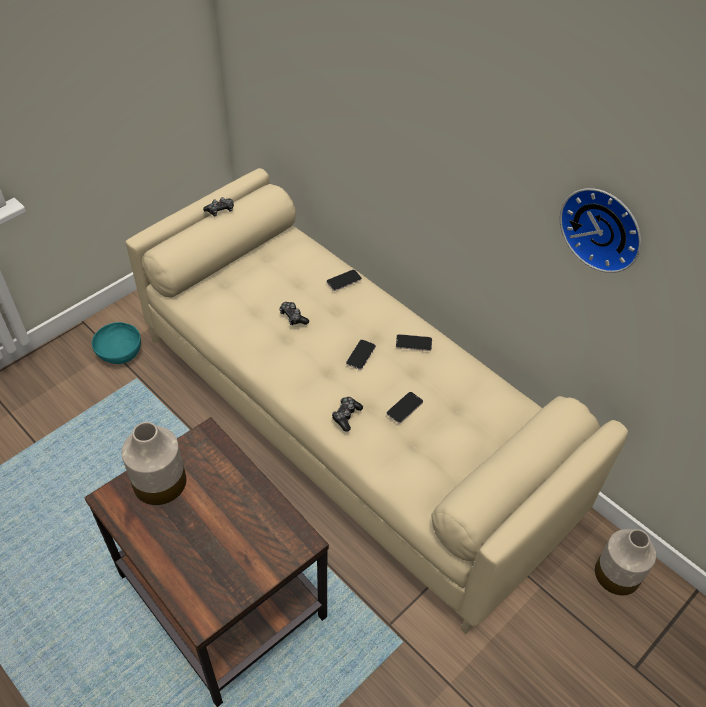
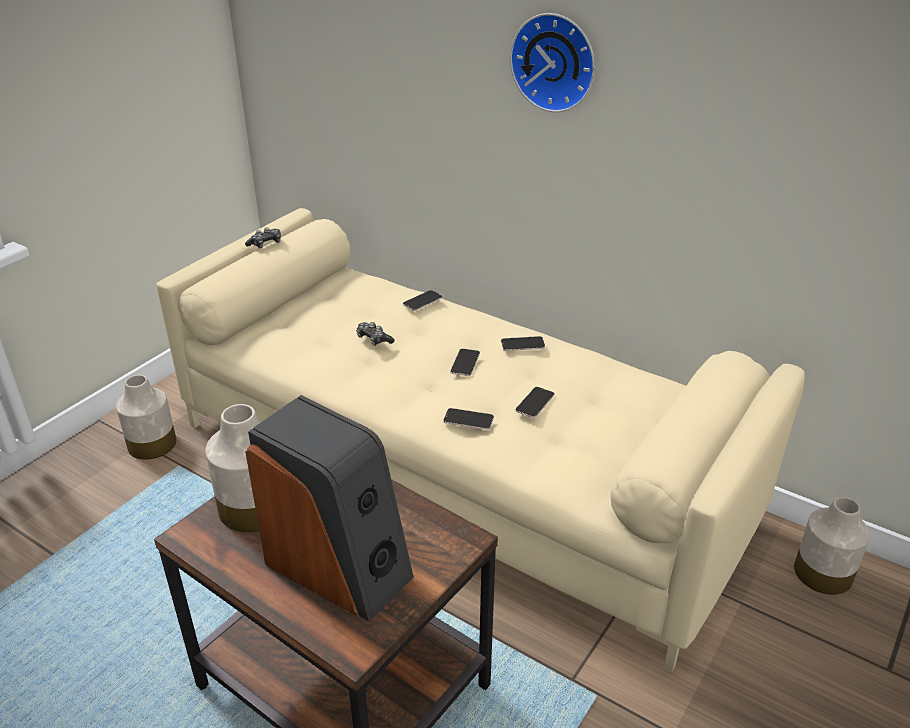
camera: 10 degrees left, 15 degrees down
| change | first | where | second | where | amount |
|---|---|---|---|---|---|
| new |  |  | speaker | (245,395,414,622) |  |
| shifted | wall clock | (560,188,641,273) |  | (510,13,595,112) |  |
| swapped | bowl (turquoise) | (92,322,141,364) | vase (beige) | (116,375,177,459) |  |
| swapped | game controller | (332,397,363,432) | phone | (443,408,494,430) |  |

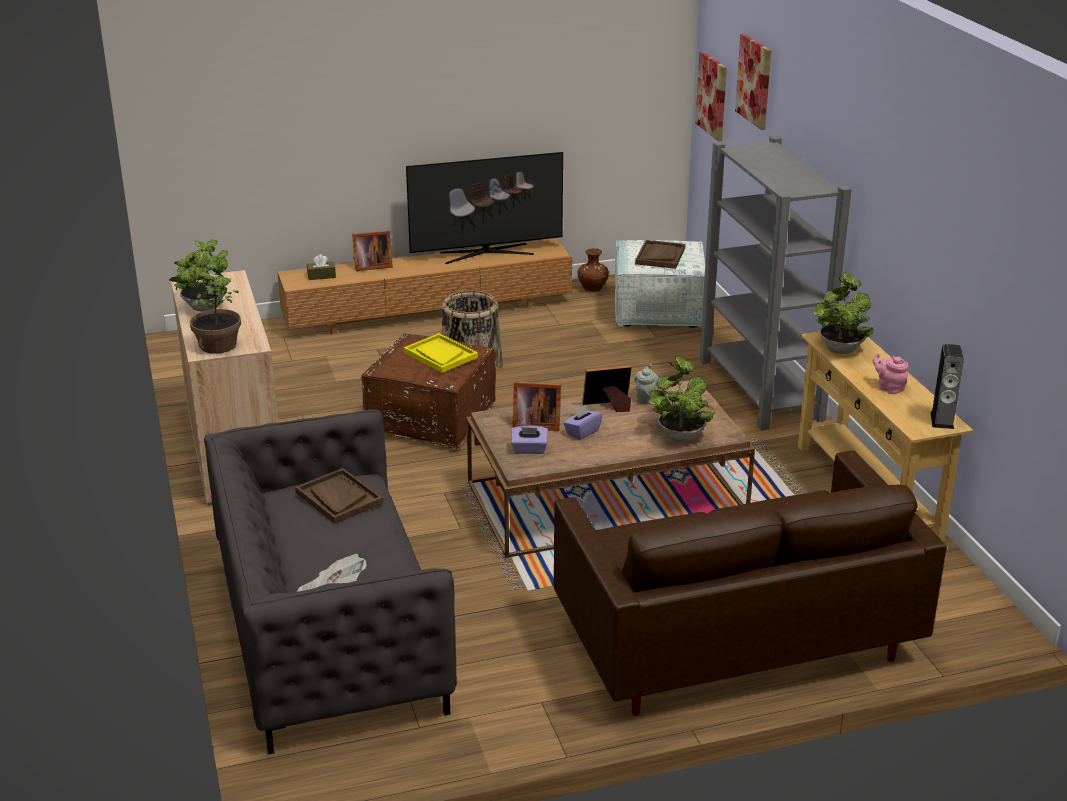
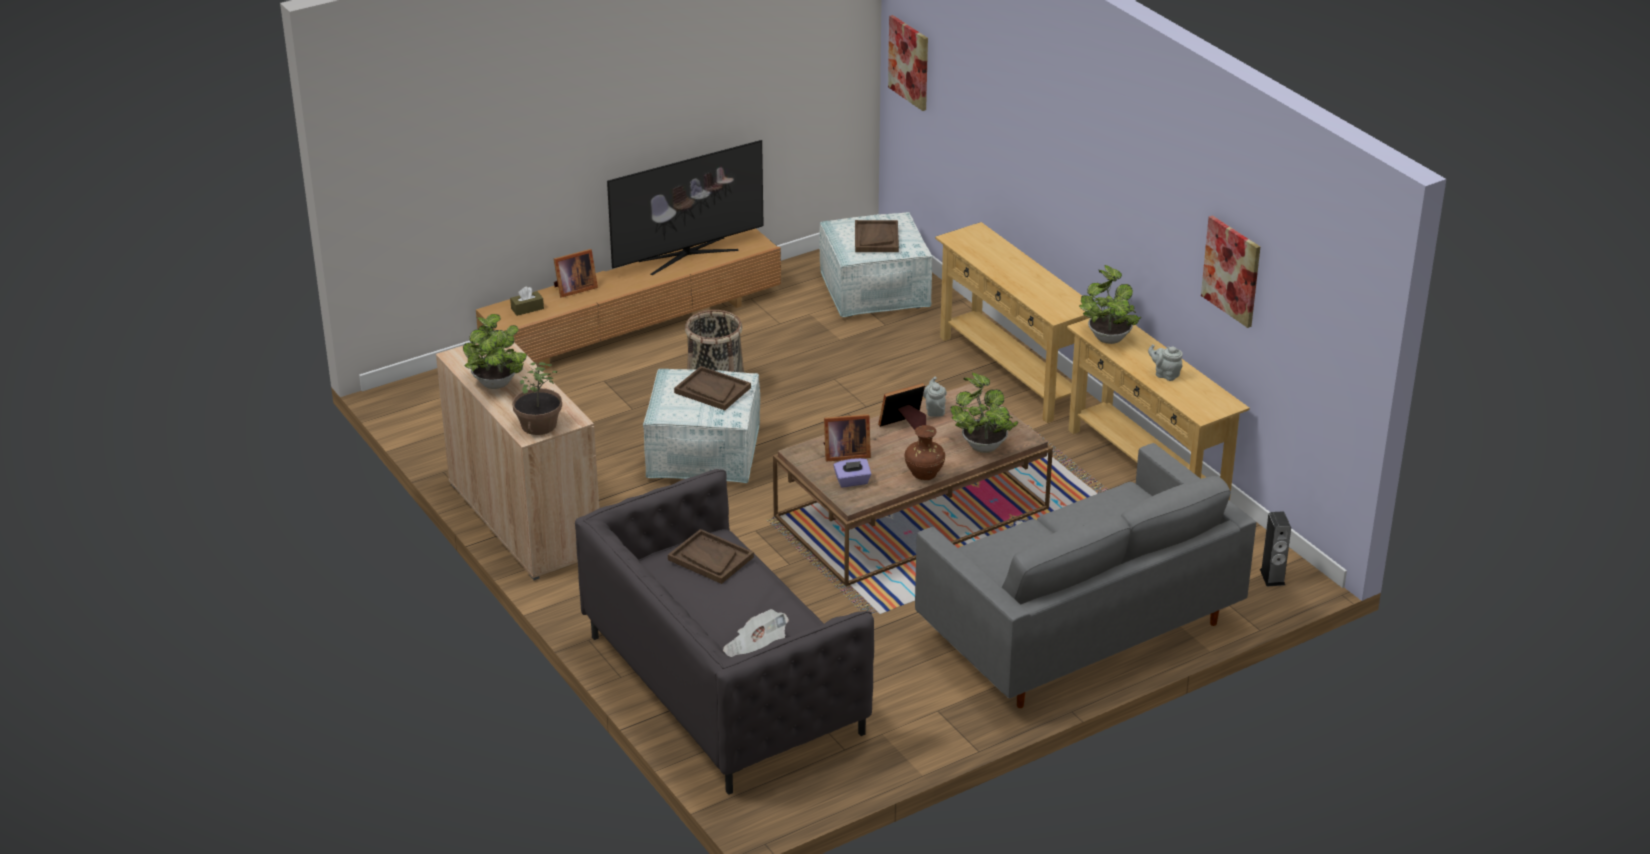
camera: 15 degrees left, 5 degrees up
| change | first | where | second | where | amount |
|---|---|---|---|---|---|
| gone | tissue box (purple) | (563,405,603,440) |  |  |  |
| shifted | vase (brown) | (578,248,609,292) |  | (905,425,945,480) |  |
| shifted | picture | (735,34,771,130) |  | (1201,216,1260,328) |  |
| shifted | speaker | (930,344,964,429) |  | (1260,511,1291,586) |  |
| swapped | bookcase (grey) | (699,135,852,431) | console table (beige) | (935,222,1089,423) |  |
| repainted | ottoman (brown) | (361,333,496,449) | ottoman (white) | (643,369,760,483) |  |
| repainted | tray (yellow) | (403,333,478,373) | tray (brown) | (674,366,751,410) |  |
| repainted | sofa (brown) | (554,450,947,716) | sofa (grey) | (915,443,1256,708) |  |
| repainted | teapot (pink) | (873,353,909,394) | teapot (grey) | (1148,344,1183,381) |  |

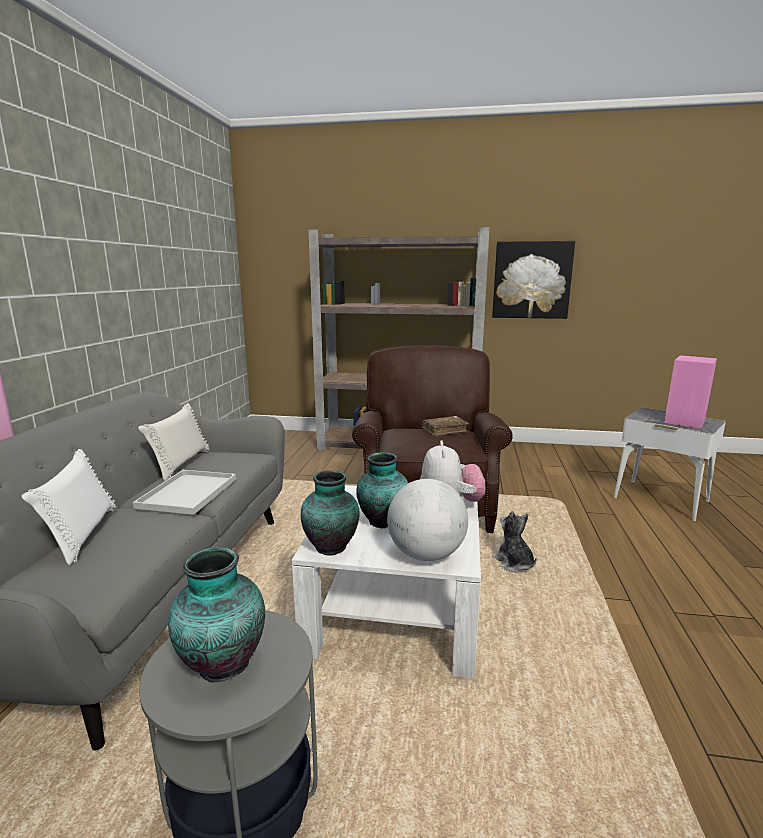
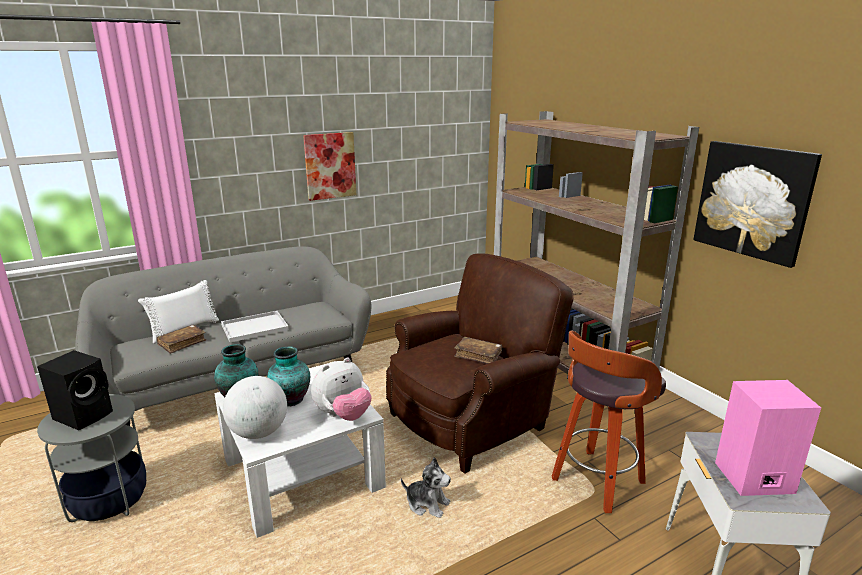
camera: 50 degrees right, 5 degrees up
| change | first | where | second | where | amount |
|---|---|---|---|---|---|
| gone | pillow (white) | (138,403,209,481) |  |  |  |
| new |  |  | book (brown) | (156,325,206,354) |  |
| new |  |  | picture | (303,132,356,201) |  |
| new |  |  | stool | (552,331,666,513) |  |
| swapped | vase | (168,547,265,682) | speaker (black) | (37,350,113,430) |  |
| rotated | plush toy | (492,511,537,573) |  | (401,457,451,518) | 90 degrees clockwise |

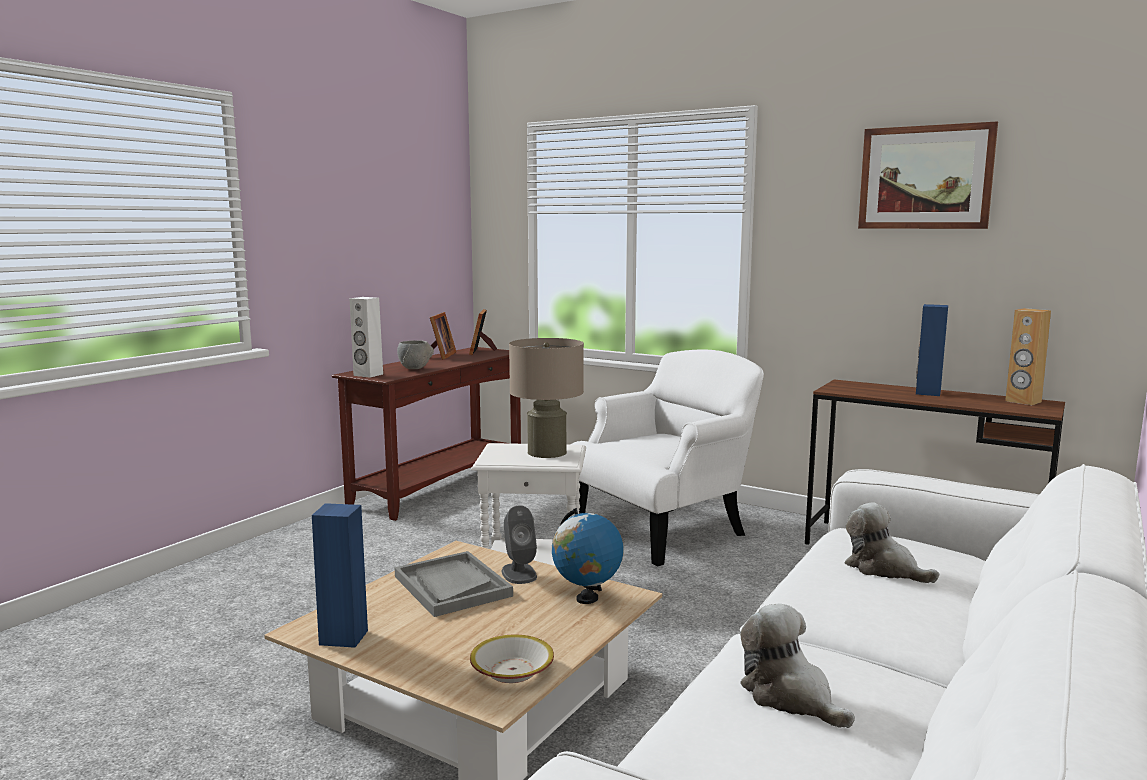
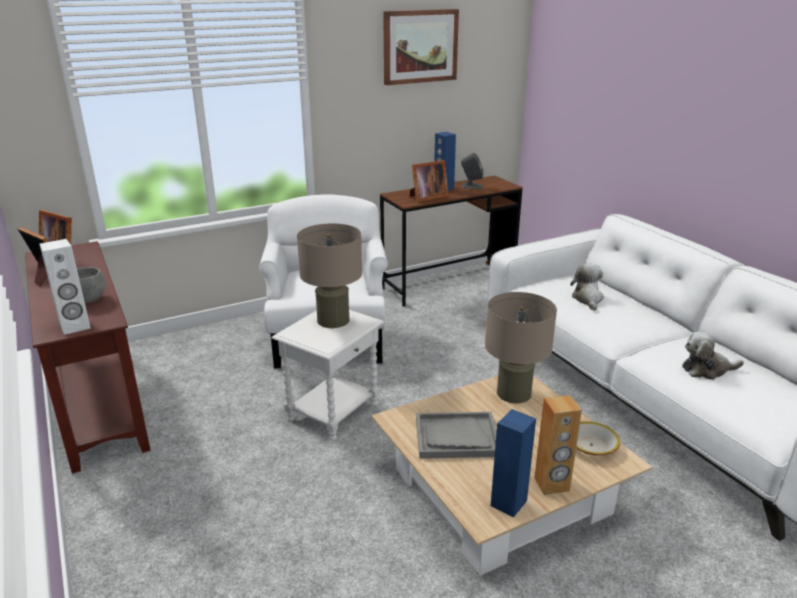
camera: 60 degrees left, 15 degrees up
| change | first | where | second | where | amount |
|---|---|---|---|---|---|
| new |  |  | picture frame | (410,160,449,202) |  |
| shifted | speaker (grey) | (501,505,537,584) |  | (461,153,483,189) |  |
| shifted | speaker (brown) | (1005,308,1051,405) |  | (535,395,582,495) |  |
| swapped | globe | (552,508,623,604) | table lamp (beige) | (485,292,557,403) |  |
| rotated | plush toy | (844,502,939,583) |  | (571,264,604,311) | 105 degrees clockwise |

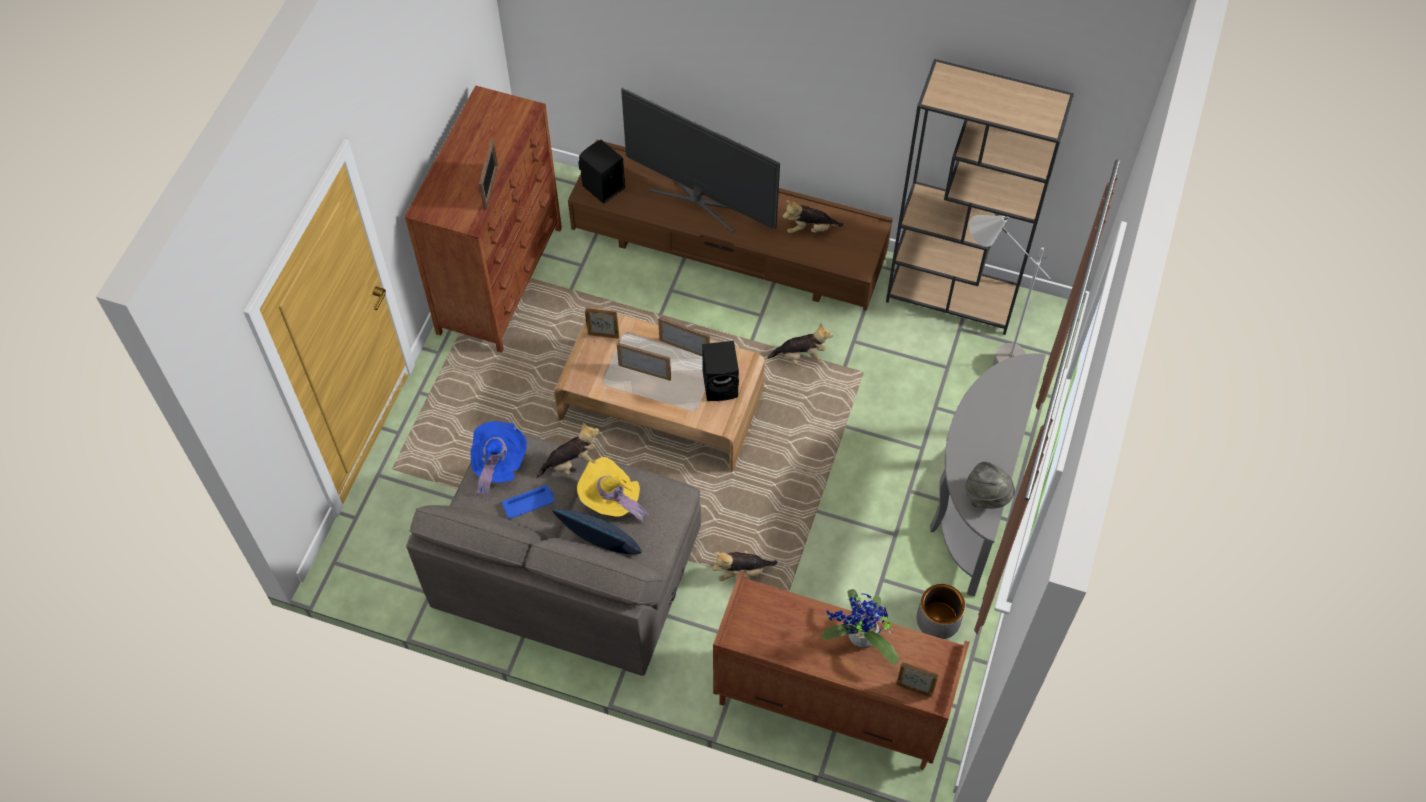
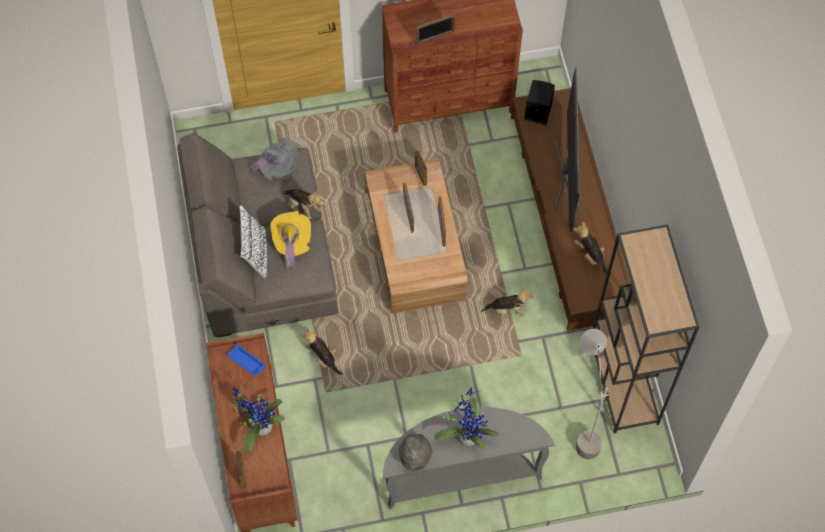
camera: 60 degrees right, 5 degrees up
| change | first | where | second | where | amount |
|---|---|---|---|---|---|
| gone | speaker (black) | (702,341,739,401) |  |  |  |
| gone | planter (grey) | (917,584,965,639) |  |  |  |
| new |  |  | potted plant | (434,387,498,449) |  |
| shifted | tray (blue) | (502,485,554,519) |  | (227,344,265,376) |  |
| repainted | hat (blue) | (471,421,527,499) | hat (grey) | (250,138,298,180) |  |
| repainted | pillow (blue) | (552,509,642,554) | pillow (white) | (240,205,267,279) |  |
| rotated | plush toy | (768,323,833,365) |  | (481,288,533,319) | 60 degrees counterclockwise |

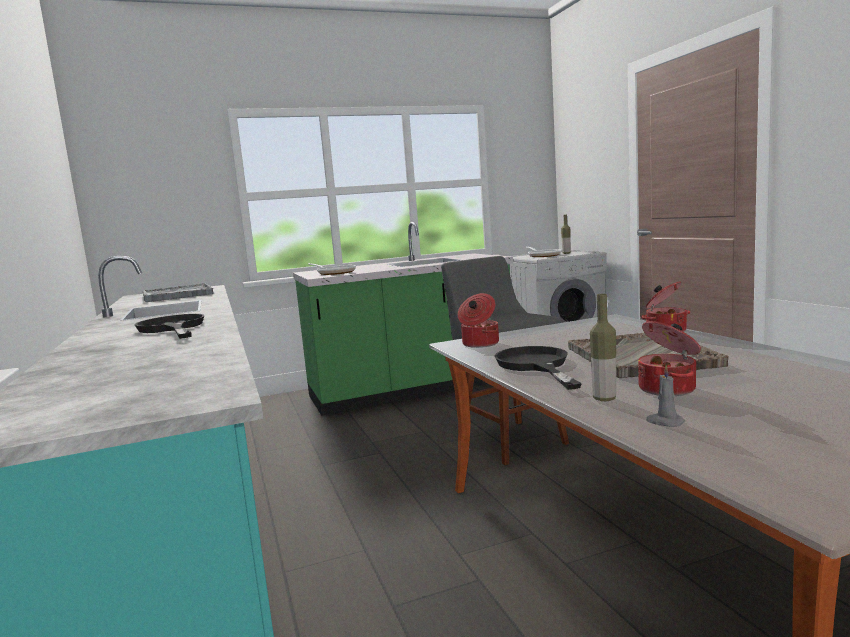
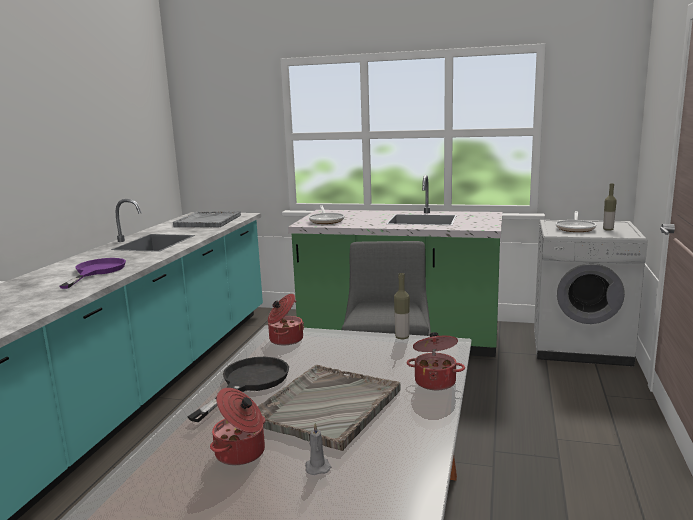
camera: 35 degrees right, 5 degrees up
| change | first | where | second | where | amount |
|---|---|---|---|---|---|
| shifted | bottle | (590,294,616,401) |  | (394,273,410,339) |  |
| shifted | candle (grey) | (646,365,685,427) |  | (305,423,331,475) |  |
| repainted | frying pan (black) | (135,314,204,339) | frying pan (purple) | (60,258,126,289) |  |

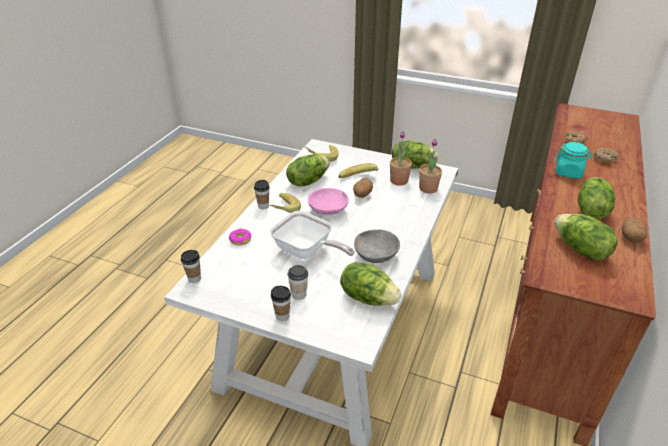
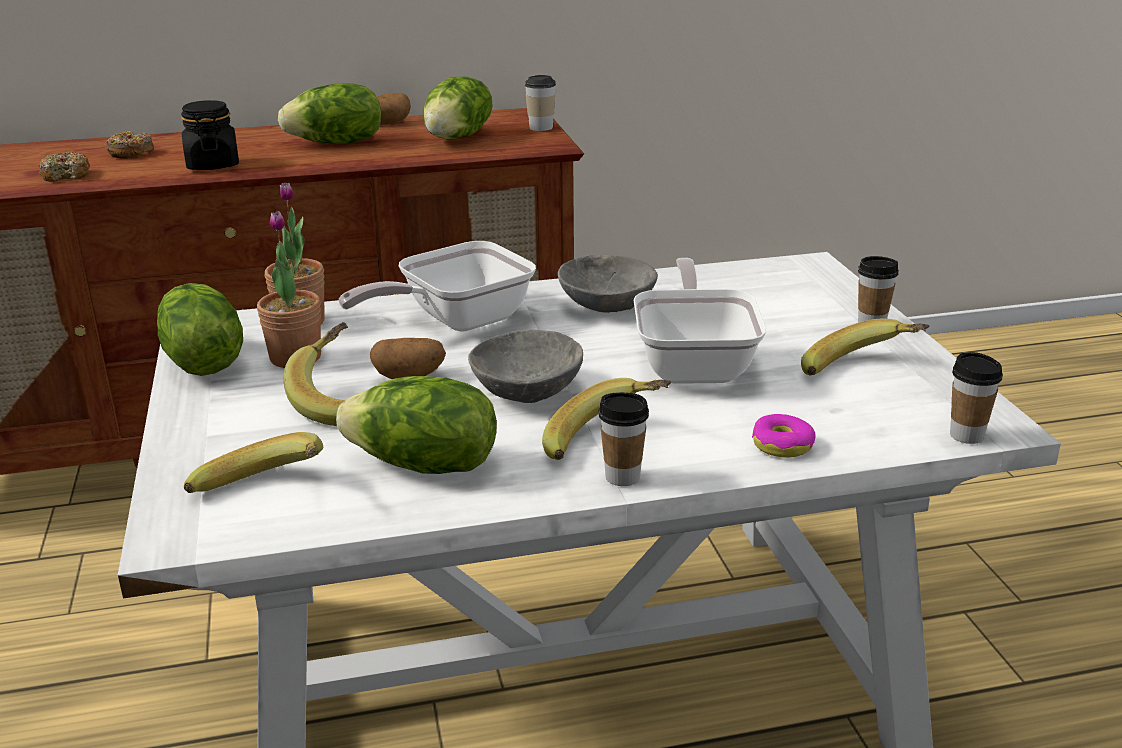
camera: 125 degrees left, 10 degrees down
| change | first | where | second | where | amount |
|---|---|---|---|---|---|
| gone | lettuce | (340,262,401,306) |  |  |  |
| new |  |  | frying pan | (339,241,536,332) |  |
| new |  |  | banana | (801,319,929,376) |  |
| shifted | cup | (288,265,308,300) |  | (525,75,556,131) |  |
| repainted | bowl (pink) | (308,188,349,215) | bowl (grey) | (468,330,583,403) |  |
| repainted | jar (turquoise) | (554,142,592,179) | jar (black) | (181,100,239,170) |  |

